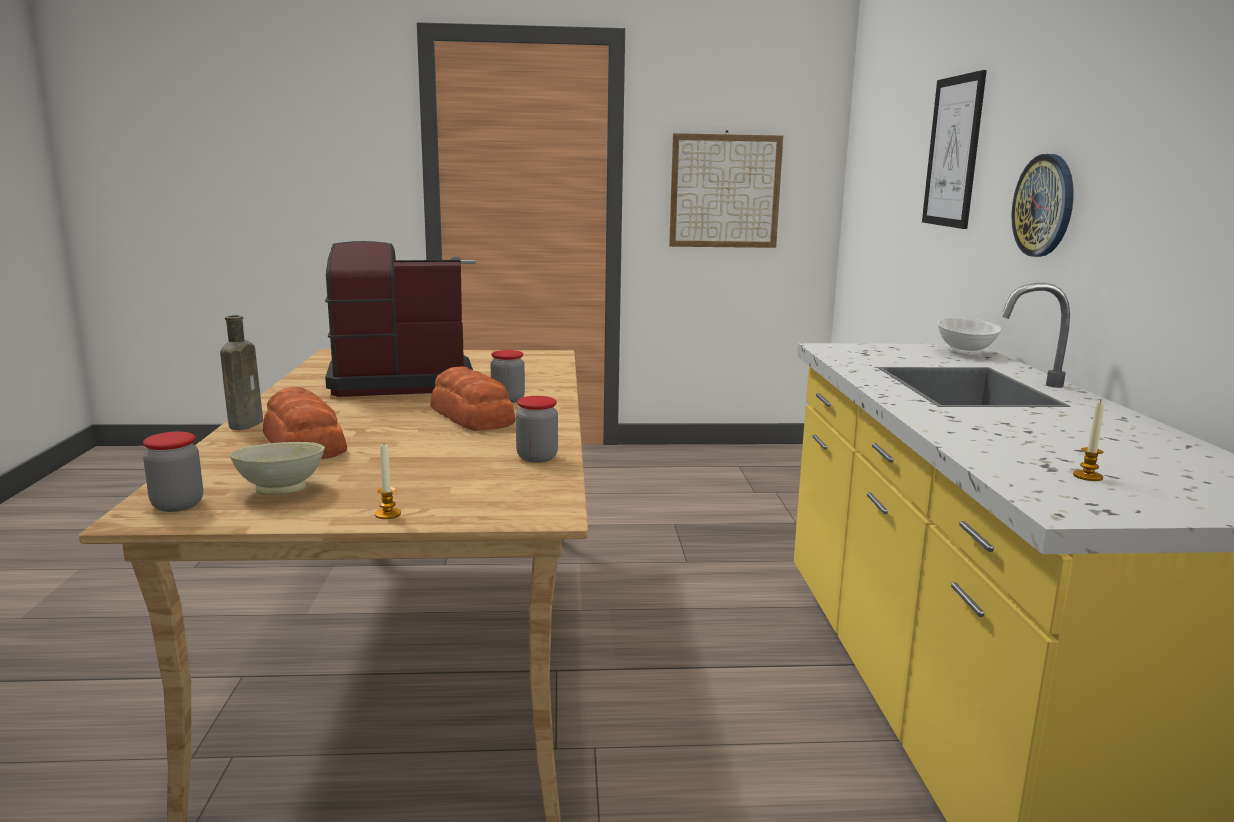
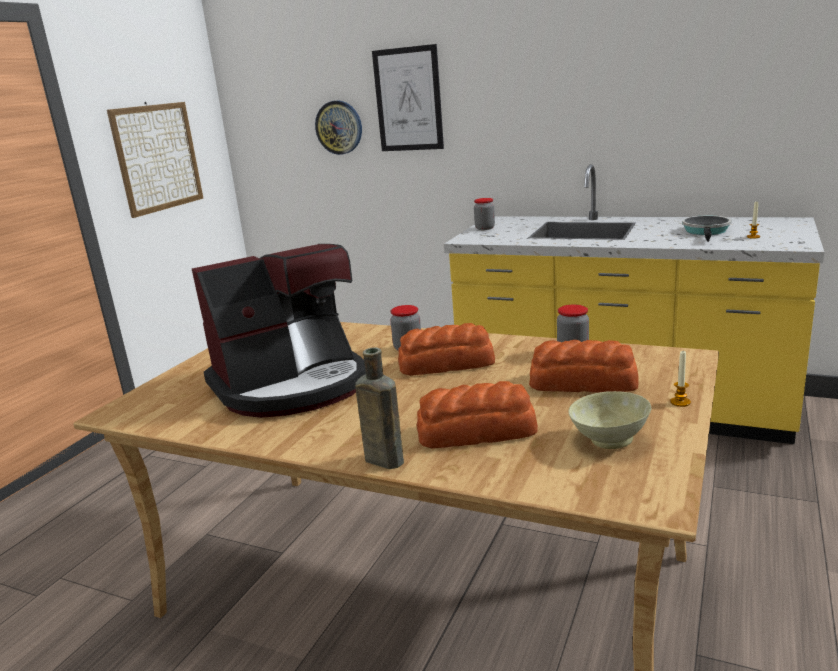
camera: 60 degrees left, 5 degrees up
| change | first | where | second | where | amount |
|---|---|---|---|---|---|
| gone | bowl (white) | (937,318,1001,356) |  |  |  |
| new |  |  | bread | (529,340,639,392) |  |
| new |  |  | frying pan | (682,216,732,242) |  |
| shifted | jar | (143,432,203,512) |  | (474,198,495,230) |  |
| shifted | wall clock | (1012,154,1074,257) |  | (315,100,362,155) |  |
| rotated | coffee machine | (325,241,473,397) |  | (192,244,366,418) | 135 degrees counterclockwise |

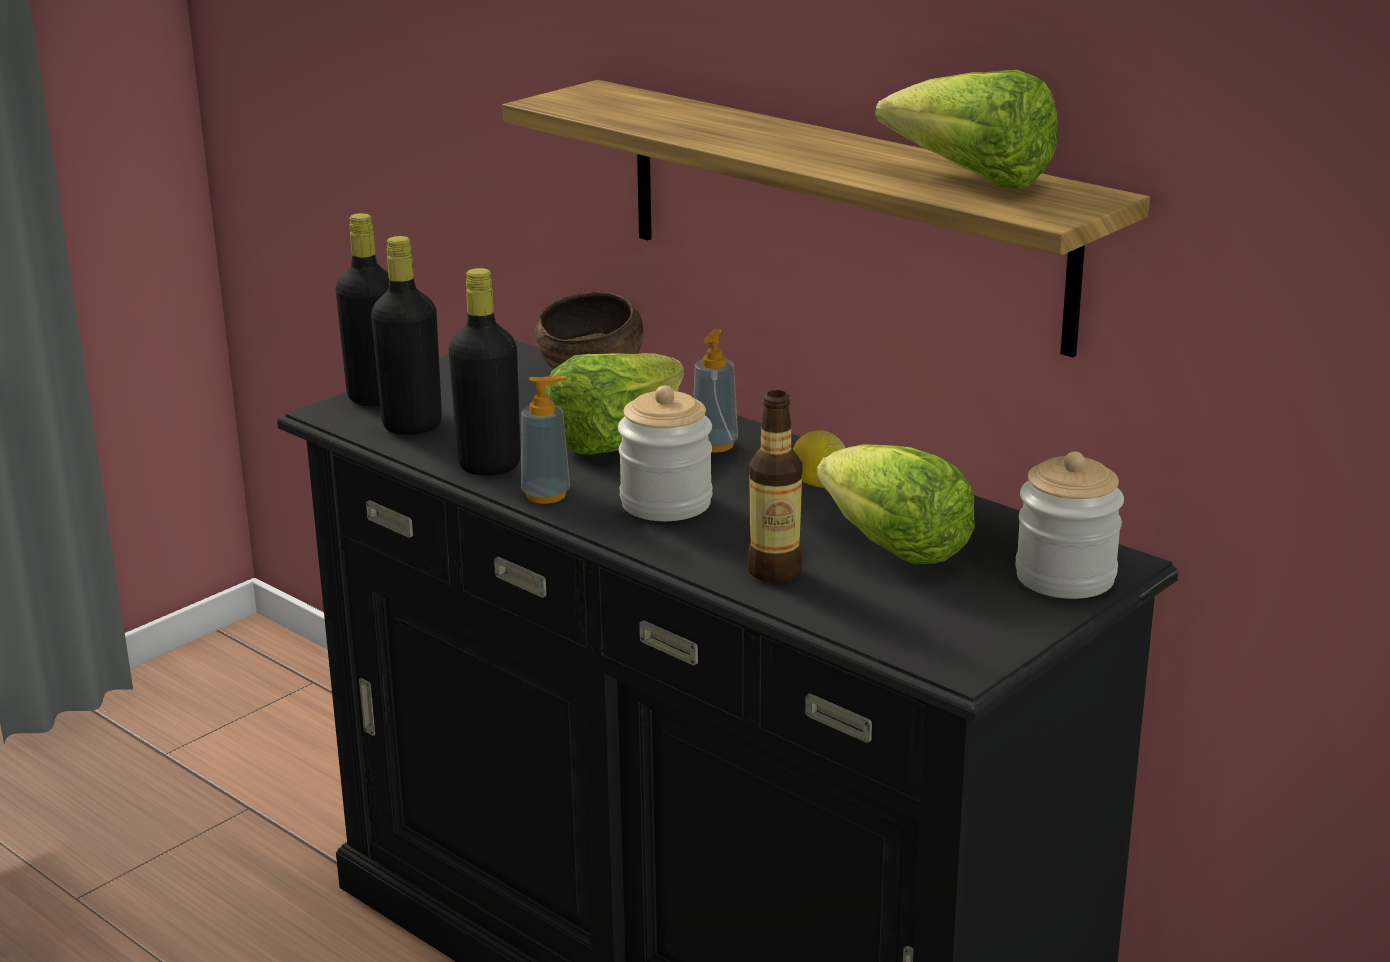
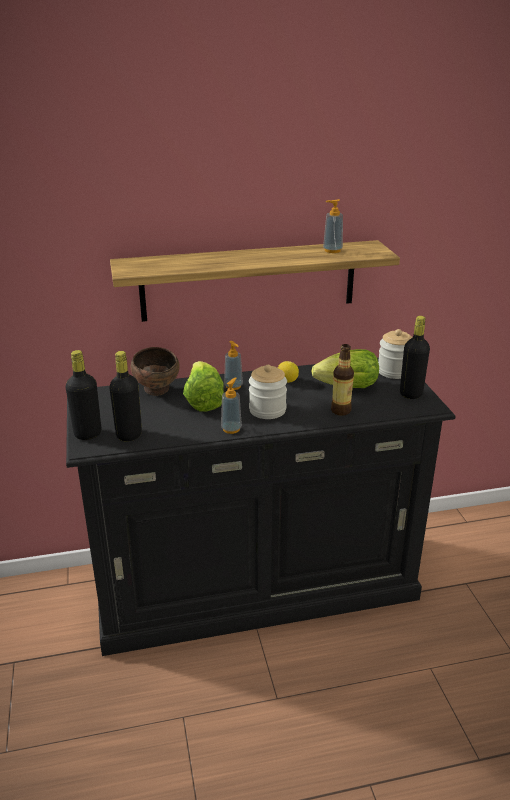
camera: 55 degrees left, 5 degrees up
| change | first | where | second | where | amount |
|---|---|---|---|---|---|
| shifted | bottle (black) | (449,268,521,476) |  | (400,316,430,399) |  |
| swapped | lettuce | (875,70,1058,188) | soap dispenser | (323,199,343,253) |  |

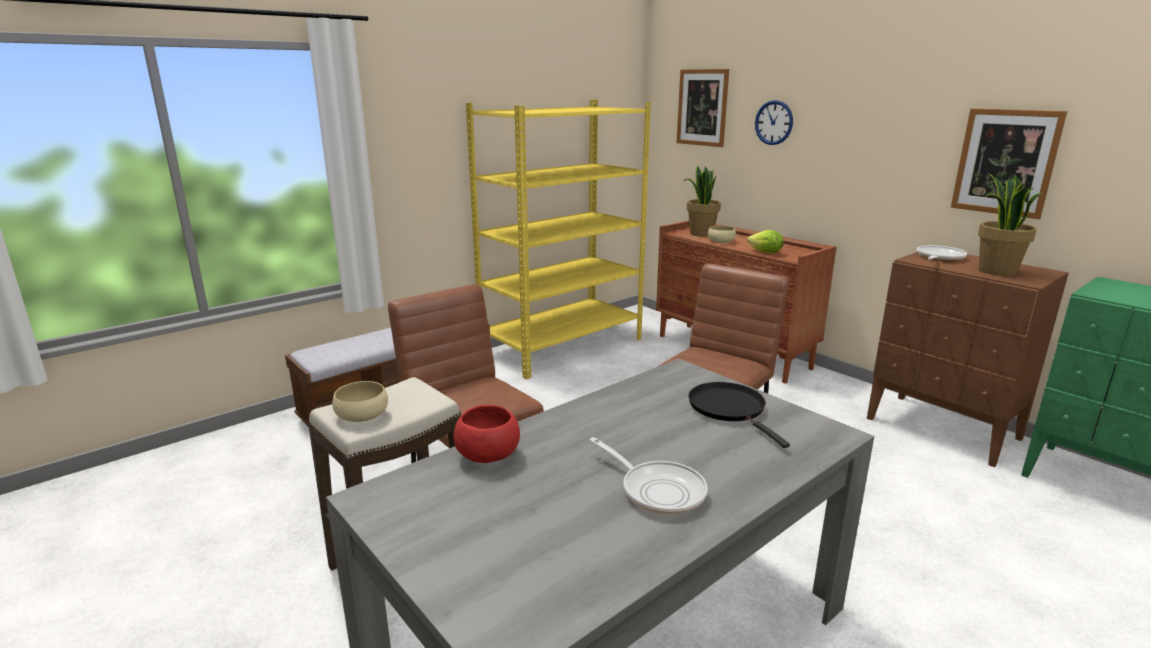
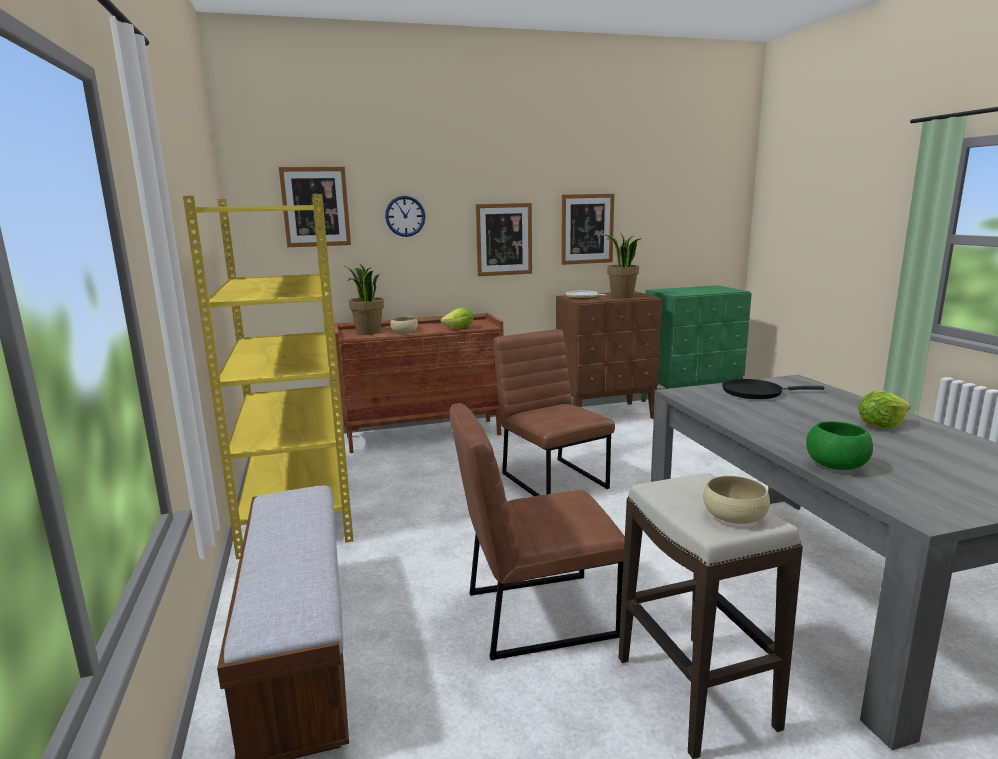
camera: 65 degrees left, 5 degrees down
| change | first | where | second | where | amount |
|---|---|---|---|---|---|
| new |  |  | picture | (476,203,532,276) |  |
| swapped | frying pan | (590,437,708,515) | lettuce | (858,391,910,428) |  |
| repainted | bowl (red) | (453,405,520,463) | bowl (green) | (806,421,873,470) |  |

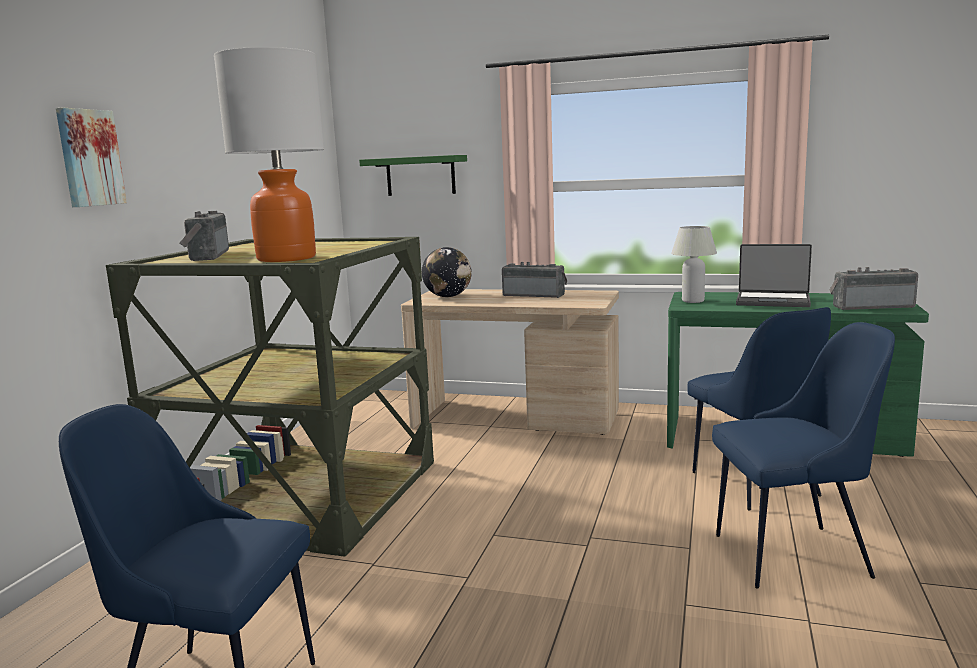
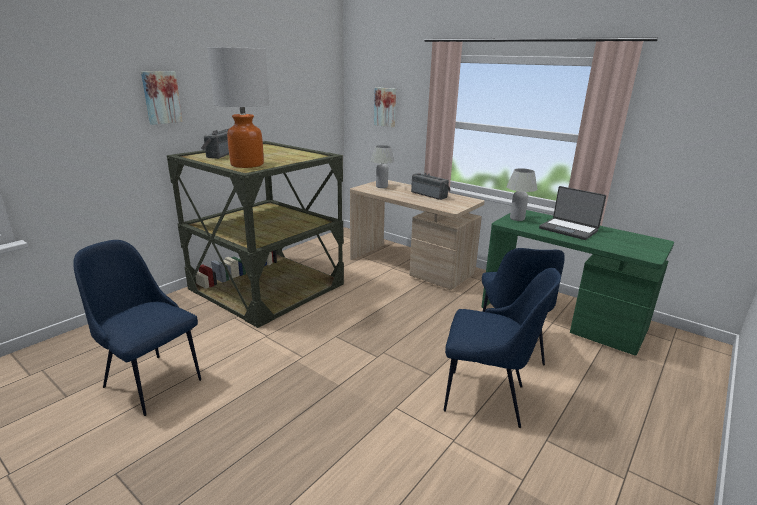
camera: 20 degrees right, 10 degrees up
| change | first | where | second | where | amount |
|---|---|---|---|---|---|
| gone | radio | (830,267,918,310) |  |  |  |
| swapped | shelf (green) | (359,155,467,196) | picture | (374,87,396,127) |  |
| swapped | globe | (422,247,472,297) | table lamp (white) | (371,145,395,188) |  |

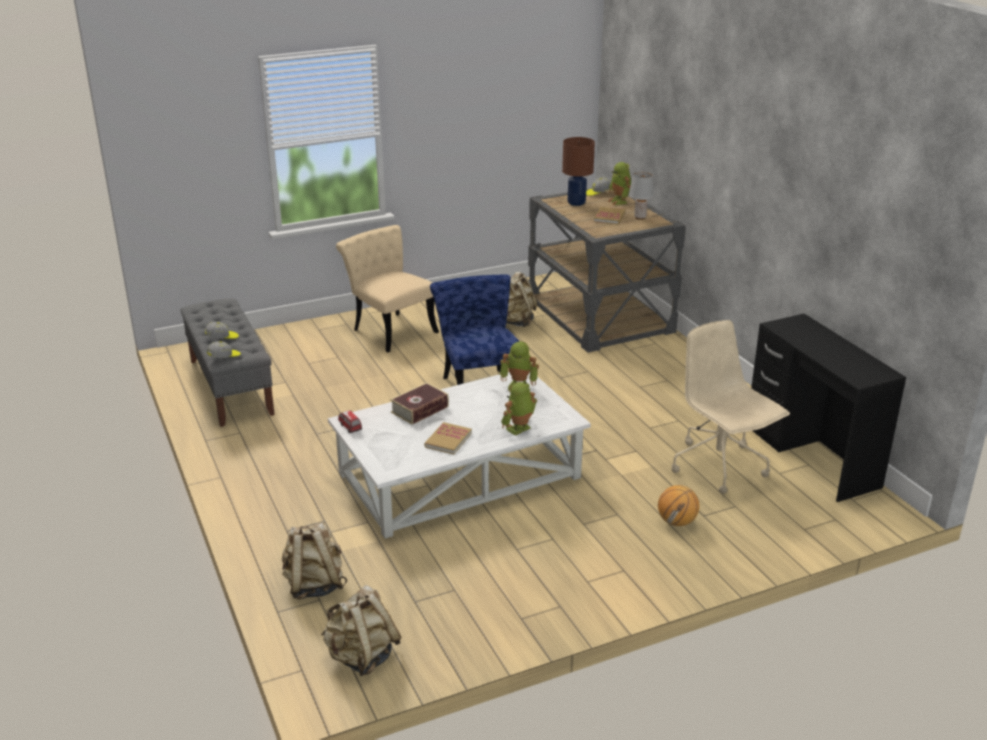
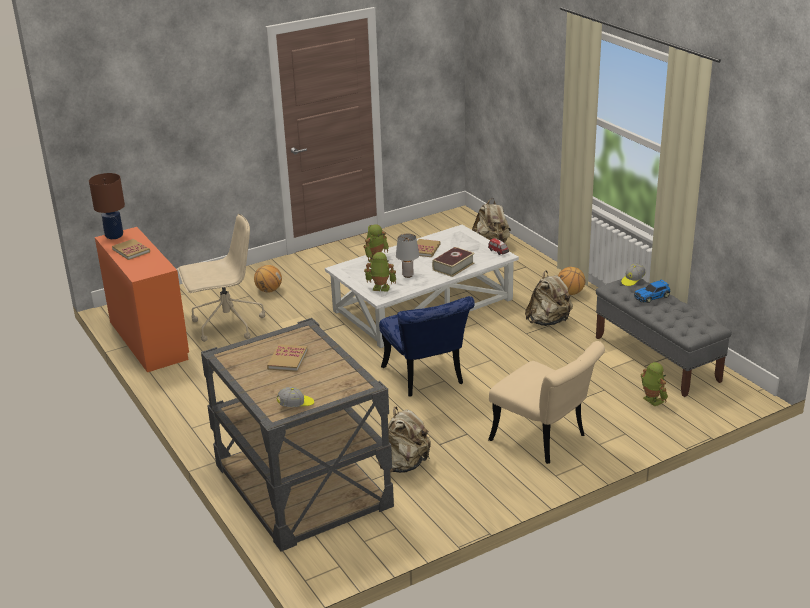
camera: 175 degrees right, 0 degrees up
| change | first | where | second | where | amount |
|---|---|---|---|---|---|
| new |  |  | book | (112,239,150,260) |  |
| new |  |  | basketball | (558,267,585,295) |  |
| shifted | backpack (beige) | (321,585,401,676) |  | (525,270,573,326) |  |
| shifted | table lamp (brown) | (562,137,595,206) |  | (89,173,125,239) |  |
| shifted | toy robot | (608,162,631,205) |  | (641,362,668,406) |  |
| shifted | table lamp (grey) | (629,172,654,220) |  | (396,234,419,278) |  |
| swapped | cap | (205,322,239,339) | toy car | (634,279,671,303) |  |
| repainted | desk (black) | (751,314,906,502) | desk (orange) | (95,227,189,372) |  |
| rotated | office chair (beige) | (672,320,790,494) |  | (178,214,265,342) | 75 degrees counterclockwise |

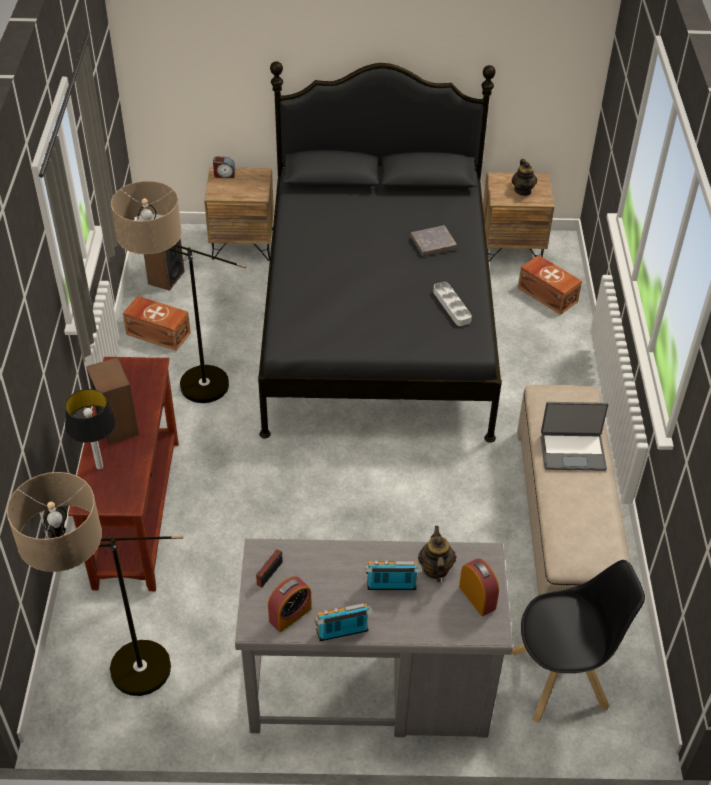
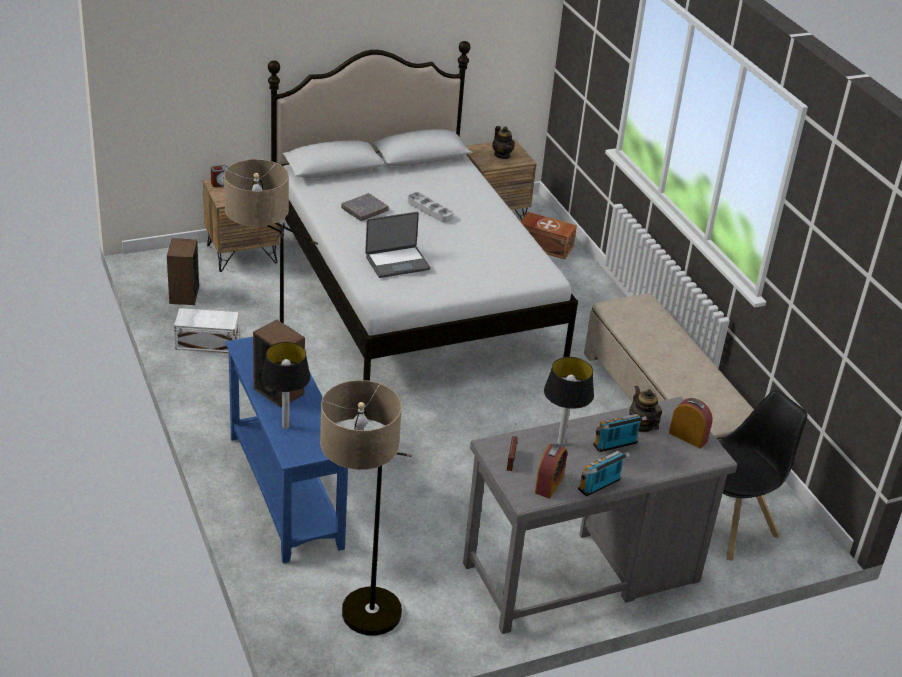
camera: 25 degrees left, 10 degrees down
| change | first | where | second | where | amount |
|---|---|---|---|---|---|
| new |  |  | table lamp | (544,357,594,446) |  |
| shifted | book (grey) | (410,225,457,256) |  | (341,193,389,221) |  |
| shifted | tray (grey) | (433,282,472,326) |  | (408,192,453,223) |  |
| shifted | laptop | (541,402,608,471) |  | (365,212,431,278) |  |
| repainted | console table (brown) | (68,357,179,591) | console table (blue) | (225,337,348,564) |  |
| repainted | storage box (brown) | (123,296,191,351) | storage box (white) | (174,308,239,353) |  |
| repainted | bed (black) | (258,61,502,443) | bed (white) | (268,41,578,381) |  |

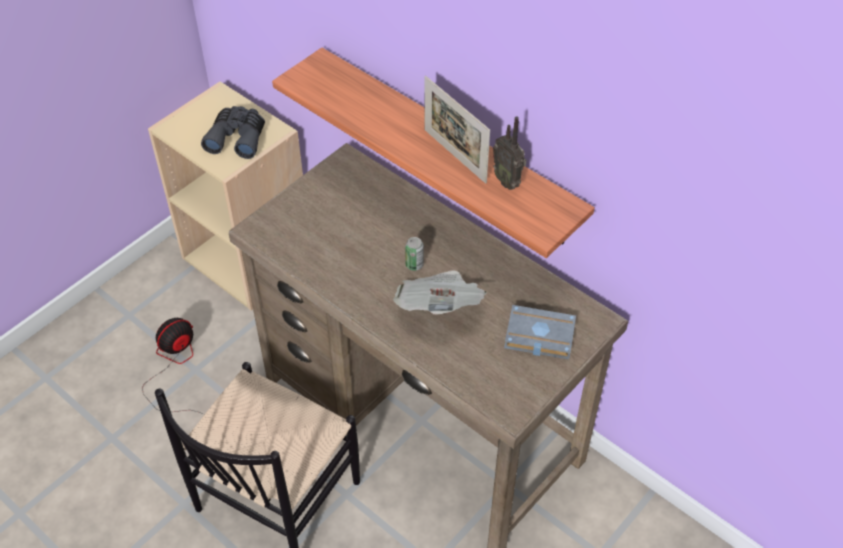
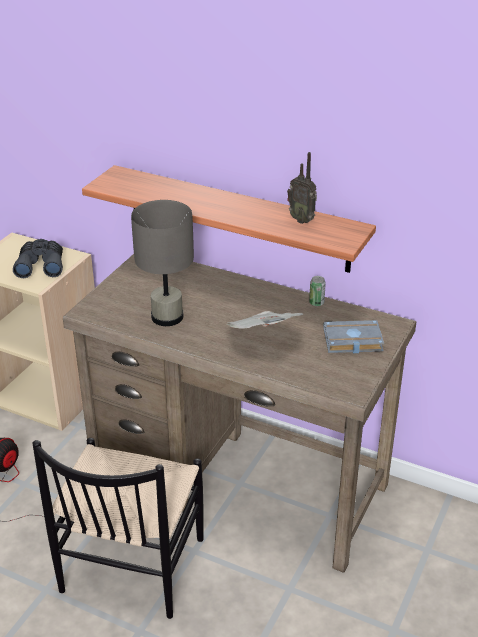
camera: 15 degrees left, 15 degrees down
| change | first | where | second | where | amount |
|---|---|---|---|---|---|
| gone | picture frame | (424,76,490,183) |  |  |  |
| new |  |  | table lamp (grey) | (131,200,194,326) |  |
| shifted | can | (405,237,424,271) |  | (309,276,326,306) |  |

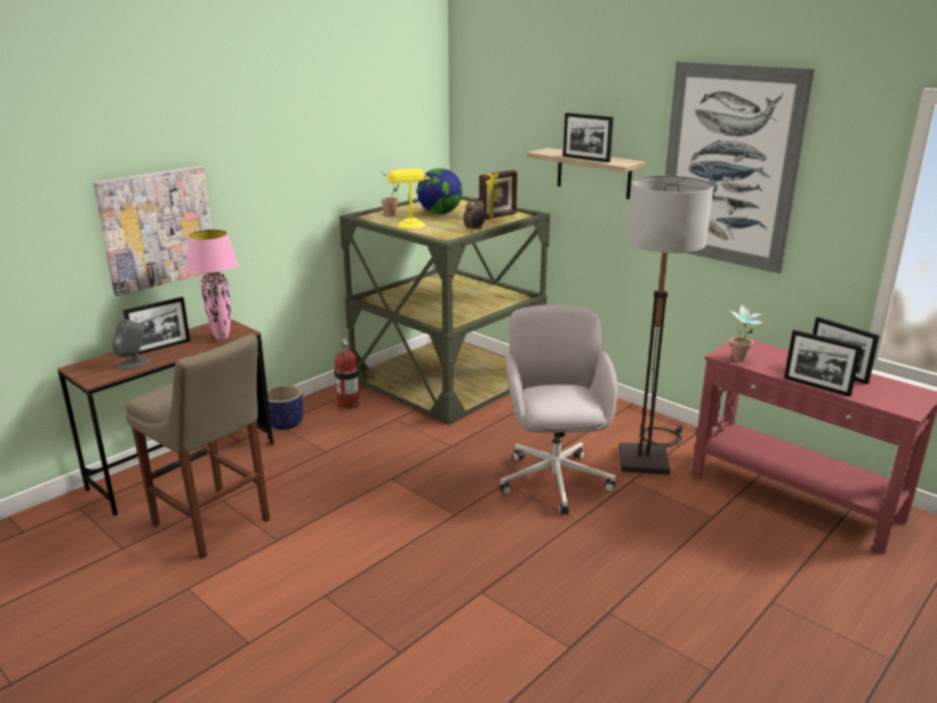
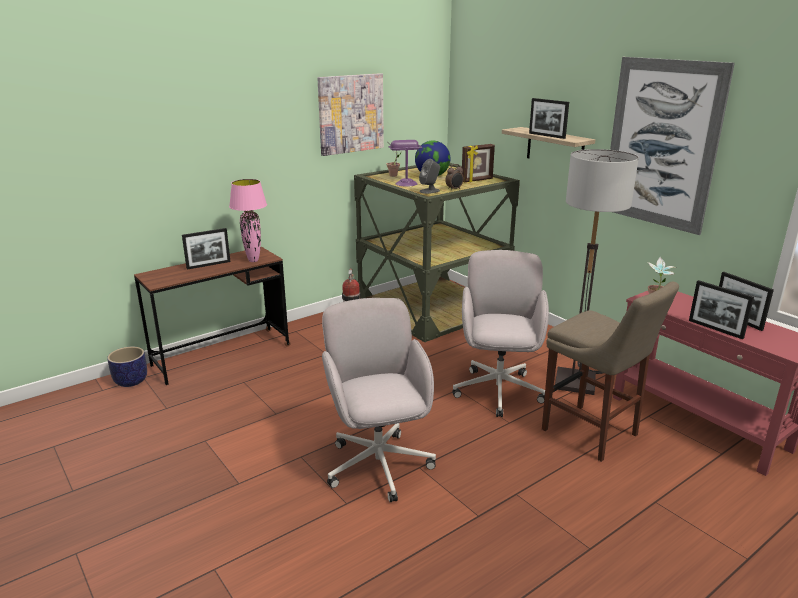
camera: 10 degrees right, 0 degrees up
| change | first | where | second | where | amount |
|---|---|---|---|---|---|
| new |  |  | office chair (grey) | (322,298,436,502) |  |
| shifted | picture | (93,166,212,296) |  | (317,73,384,156) |  |
| shifted | speaker (grey) | (112,319,150,370) |  | (419,159,440,194) |  |
| shifted | stool (beige) | (126,334,270,559) |  | (542,281,679,462) |  |
| shifted | planter | (267,385,304,430) |  | (107,347,147,387) |  |
| repainted | table lamp (yellow) | (386,168,429,229) | table lamp (purple) | (388,140,422,187) |  |

